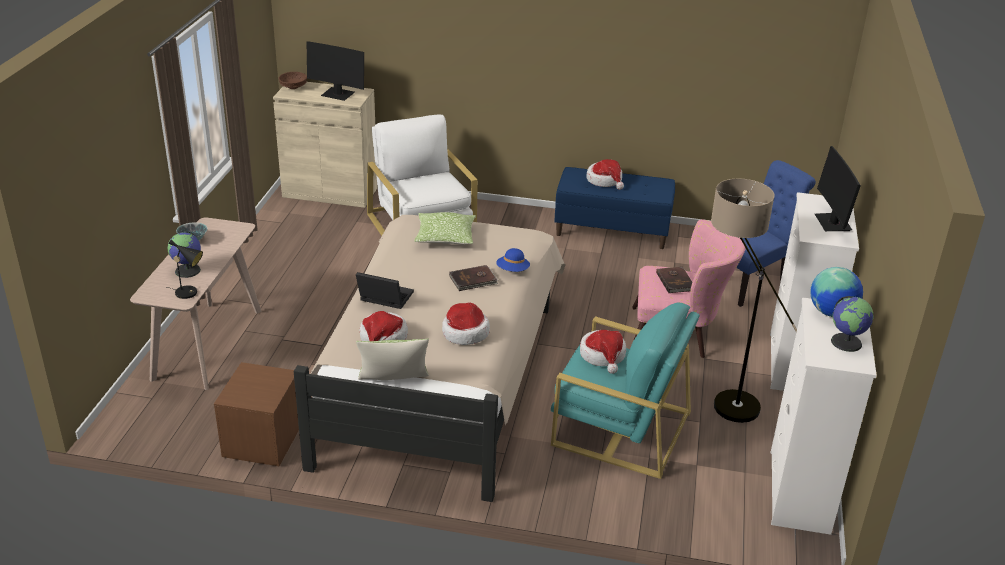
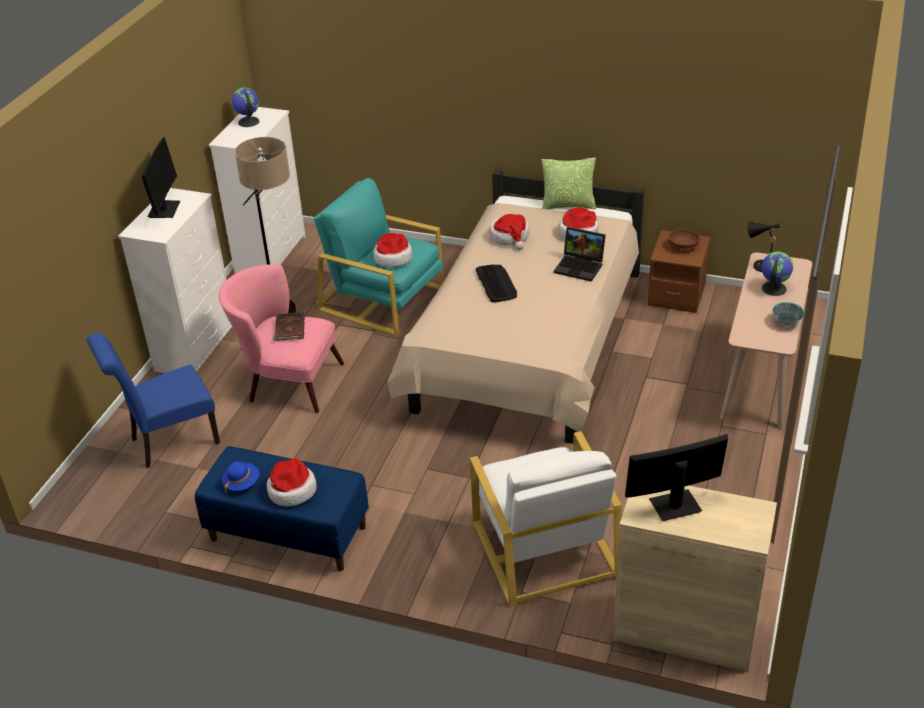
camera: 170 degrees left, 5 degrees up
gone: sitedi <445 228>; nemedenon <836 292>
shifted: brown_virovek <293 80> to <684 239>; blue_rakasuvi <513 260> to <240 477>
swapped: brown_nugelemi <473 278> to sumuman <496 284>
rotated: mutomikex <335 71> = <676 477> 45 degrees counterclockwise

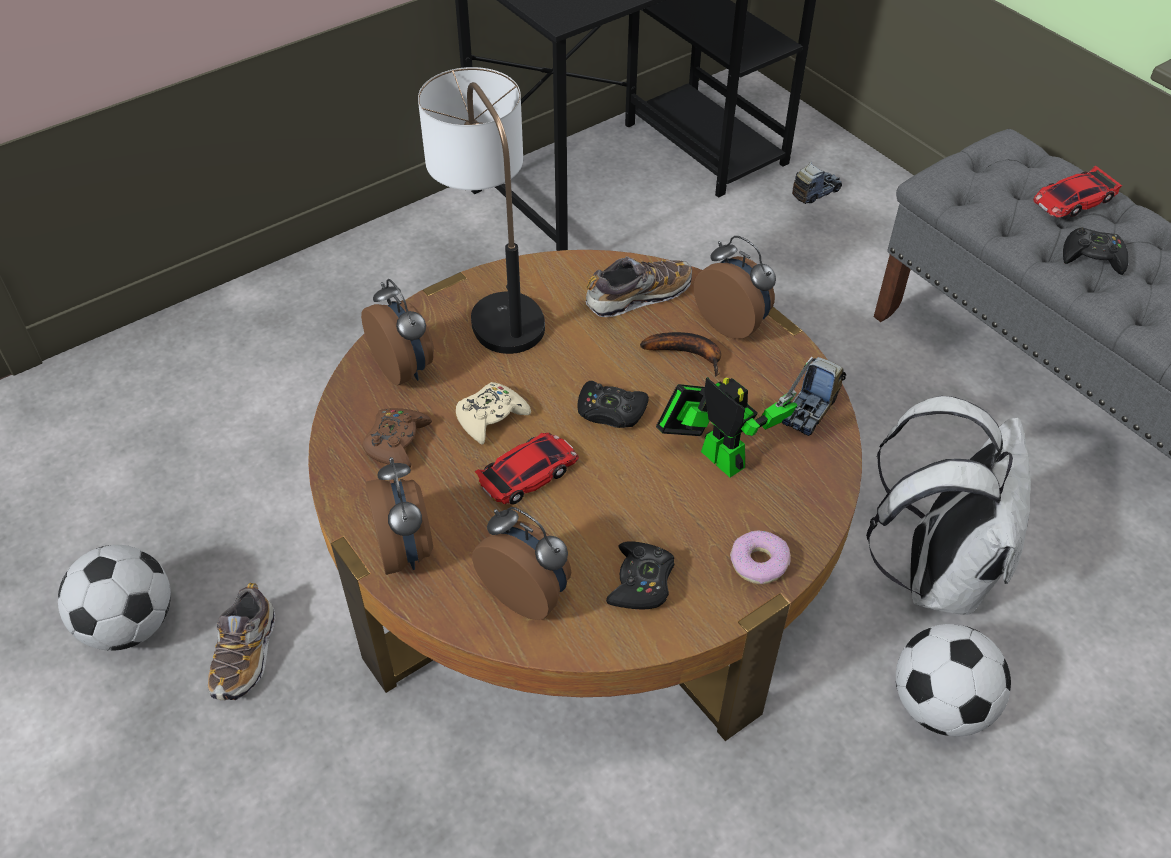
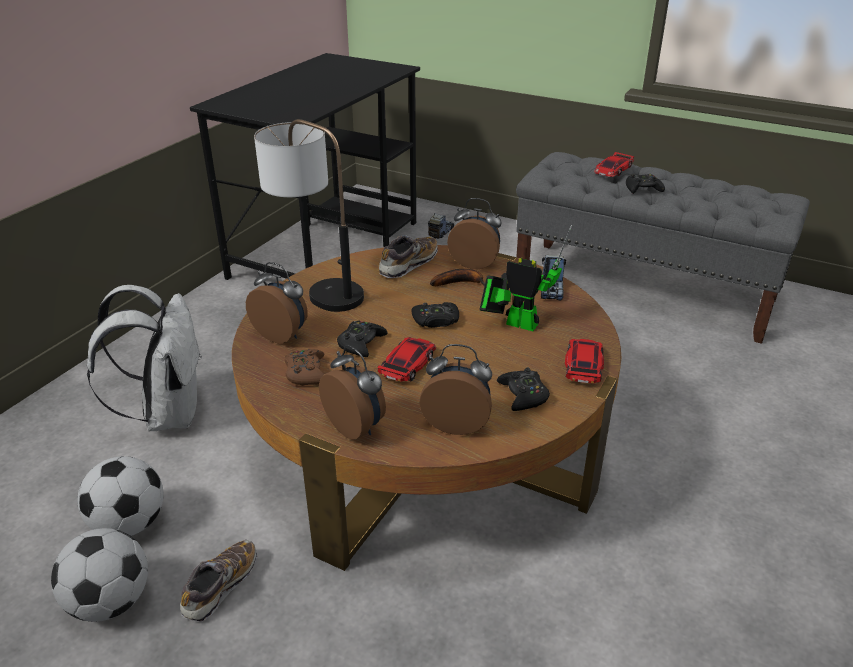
camera: 25 degrees left, 15 degrees down
shifted: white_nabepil <948 505> to <144 358>; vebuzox <953 680> to <120 496>
swapped: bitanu <760 557> to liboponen <584 361>
repainted: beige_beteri <493 413> to black_beteri <362 338>
rotated: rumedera <242 642> = <218 581> 135 degrees counterclockwise

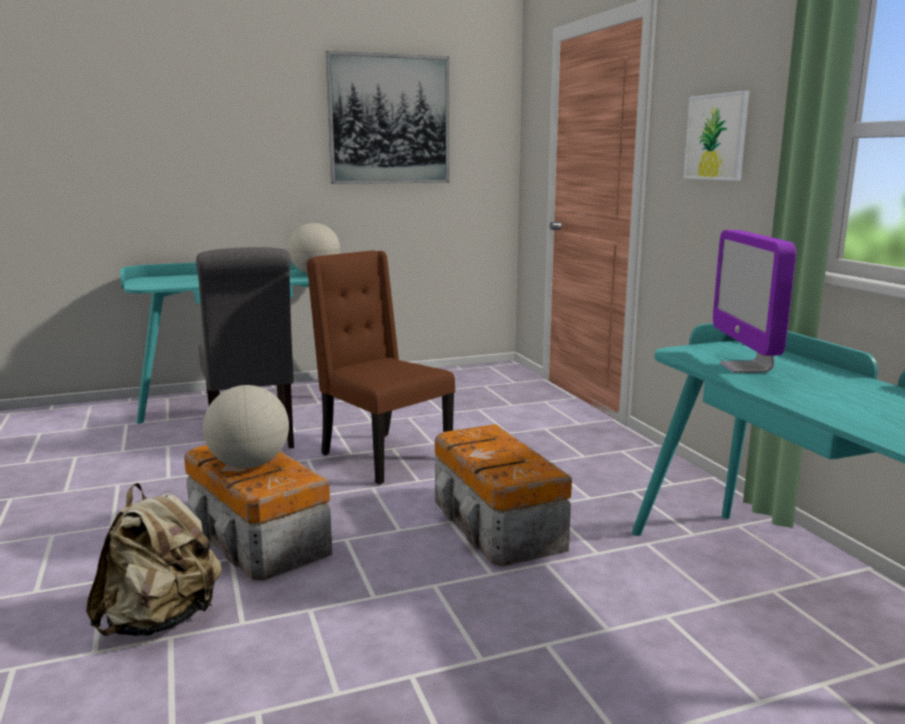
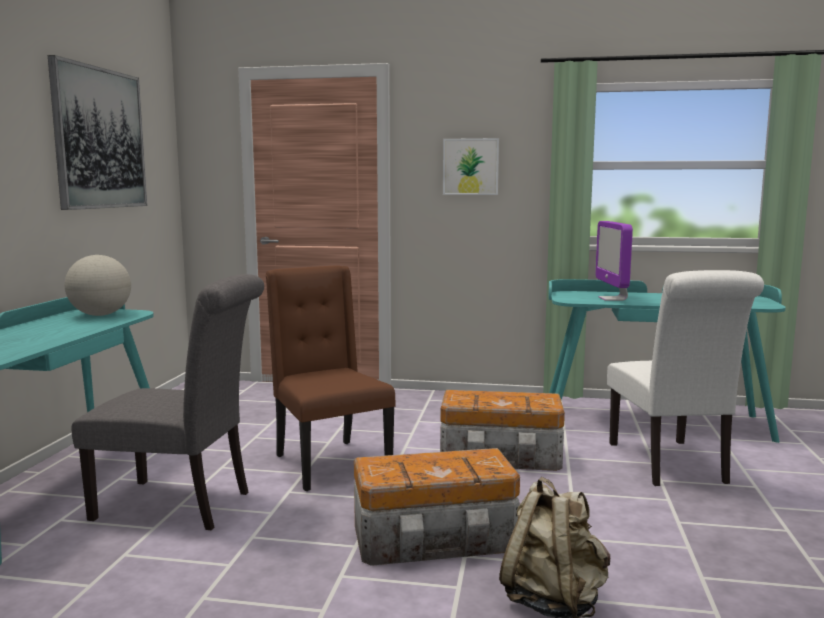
camera: 60 degrees left, 5 degrees down
gone: nemedenon <246 426>
new: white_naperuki <685 378>
rotated: brown_naperuki <381 367> = <331 378> 75 degrees clockwise; mutomikex <754 301> = <614 261> 60 degrees clockwise

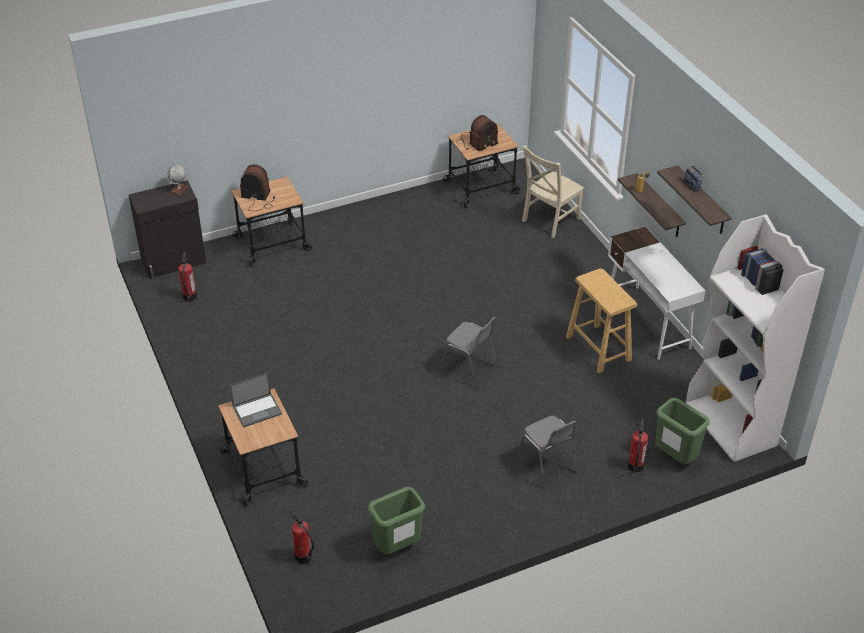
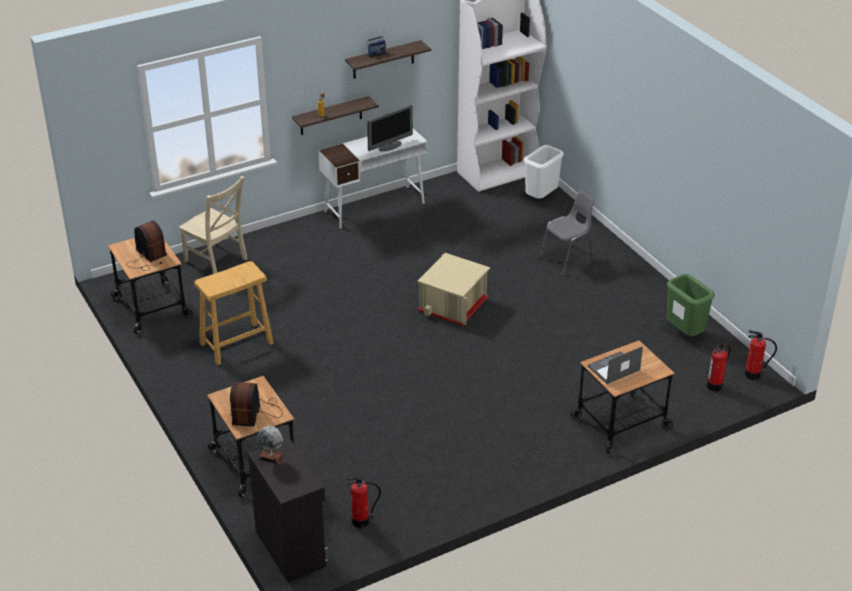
camera: 95 degrees left, 5 degrees down
new: mutomikex <390 128>
shifted: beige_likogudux <601 320> to <234 313>; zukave <638 446> to <761 355>
swapped: grey_naperuki <468 352> to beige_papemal <453 289>
repainted: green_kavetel <682 431> to white_kavetel <544 172>
rotated: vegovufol <255 400> = <615 365> 90 degrees counterclockwise

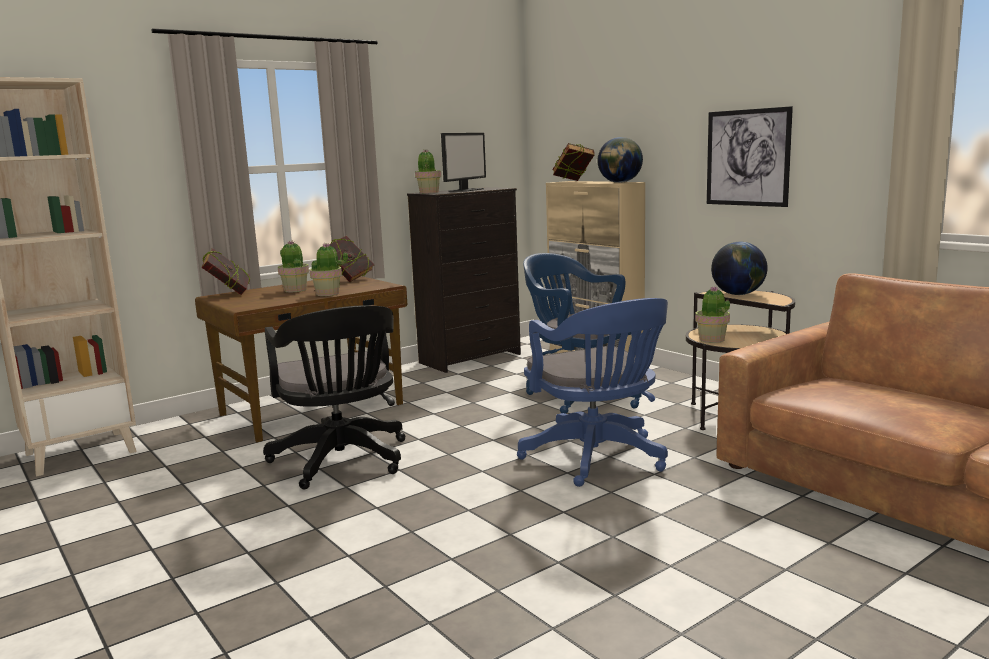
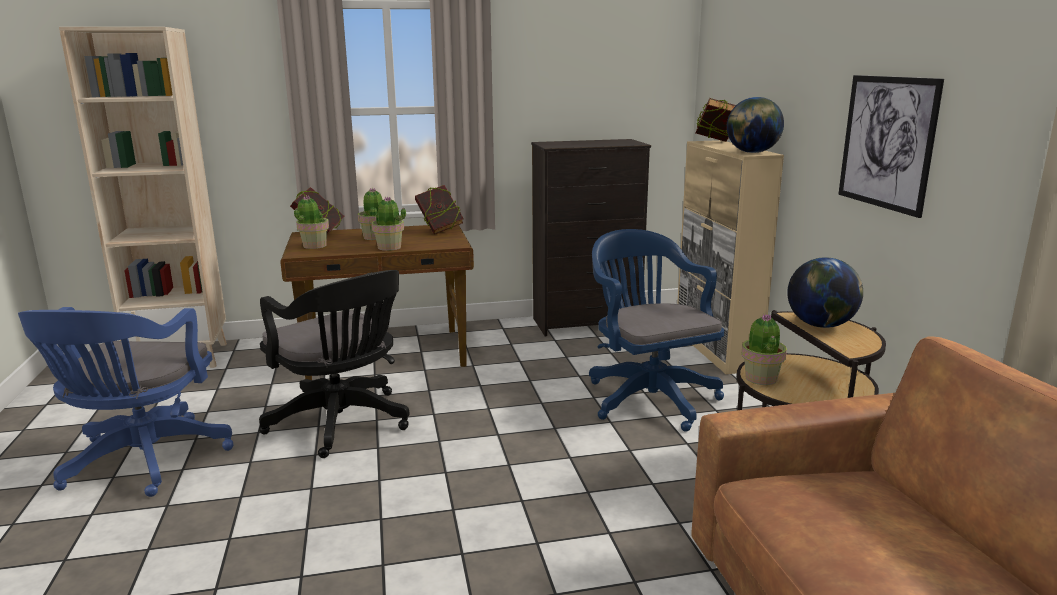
camera: 25 degrees right, 5 degrees up
gone: mutomikex <463 162>
shifted: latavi <428 171> to <311 222>; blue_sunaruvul <592 392> to <126 402>
rotated: black_sunaruvul <334 397> = <334 364> 45 degrees counterclockwise

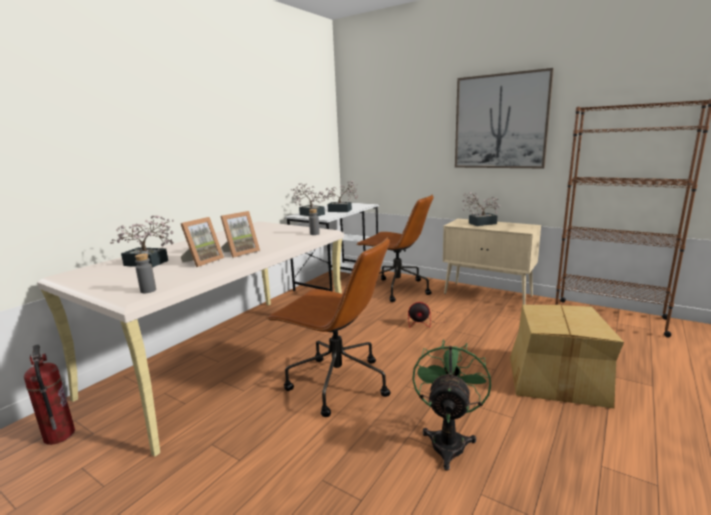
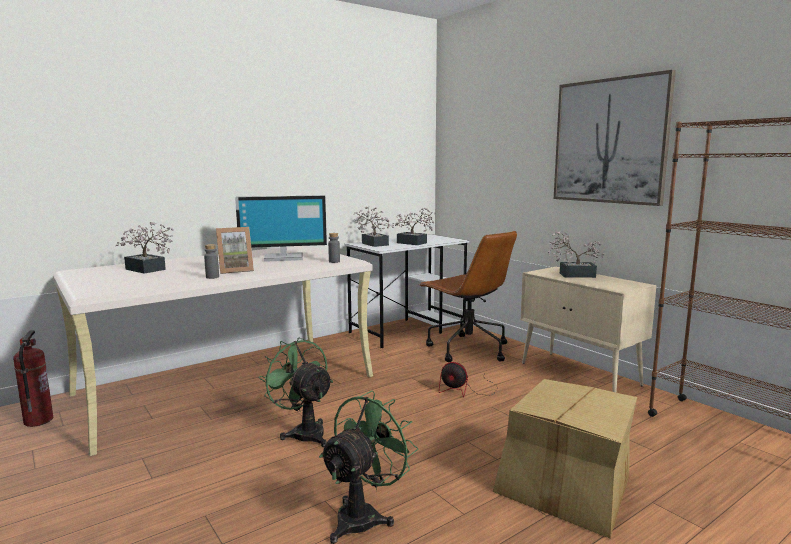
camera: 20 degrees right, 5 degrees down
gone: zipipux <202 242>
new: mutomikex <281 228>
shifted: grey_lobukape <145 273> to <211 261>
swapped: brown_sunaruvul <328 327> to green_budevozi <296 392>

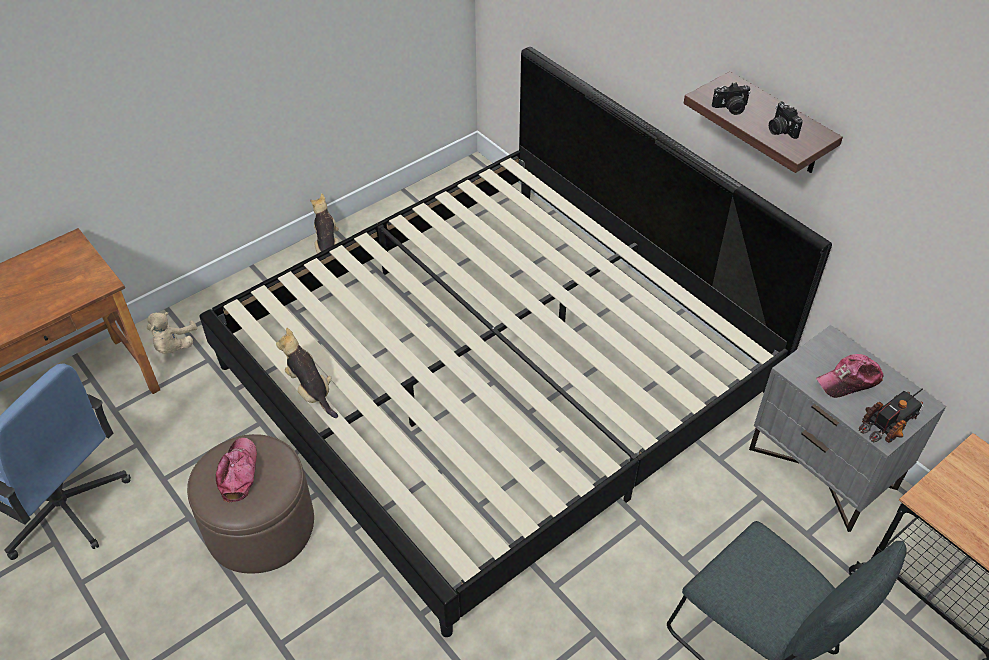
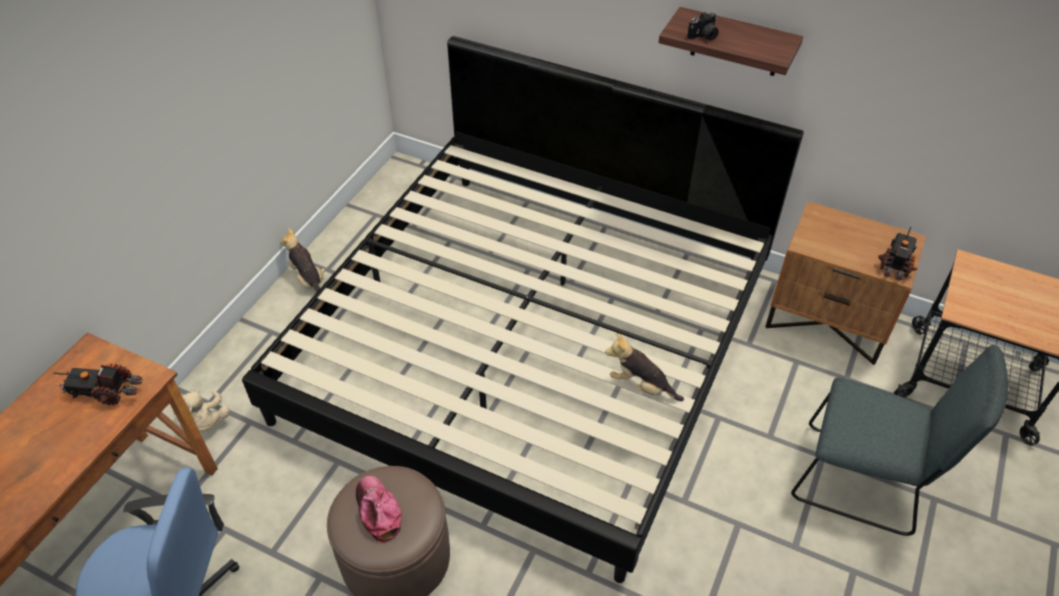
camera: 25 degrees left, 0 degrees up
gone: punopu <786 120>; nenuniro <849 376>
new: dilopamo <98 384>
shifted: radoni <307 373> to <644 367>
repainted: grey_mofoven <847 428> to brown_mofoven <845 283>

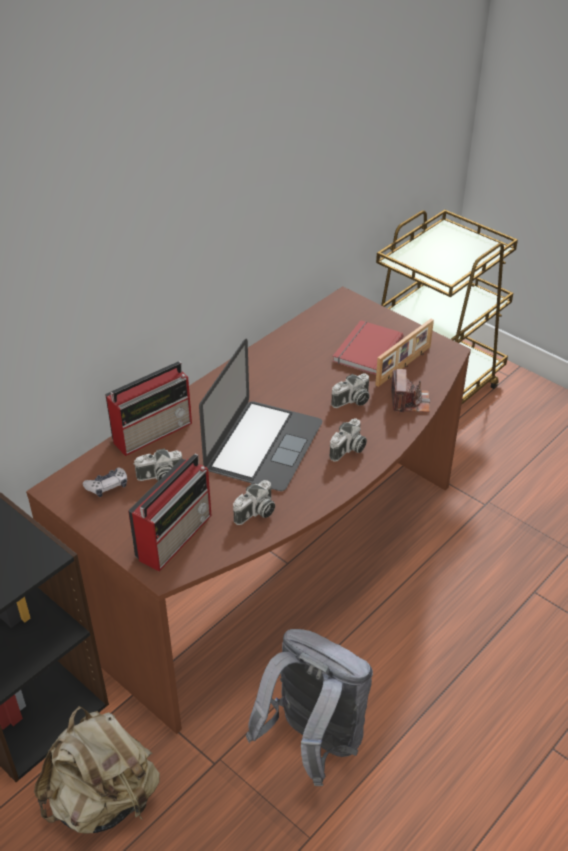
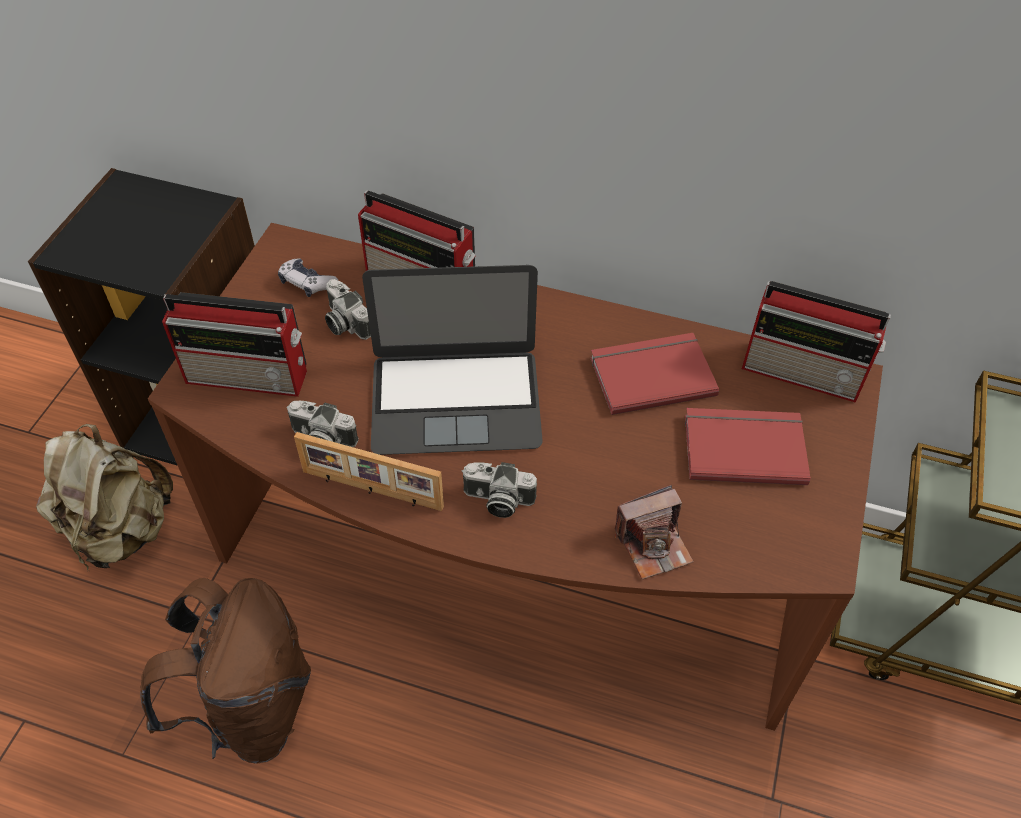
camera: 65 degrees right, 10 degrees up
gone: punopu <350 390>
new: red_nugelemi <654 374>; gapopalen <816 342>
shifted: zipipux <404 353> to <369 471>
repainted: grey_nabepil <309 707> to brown_nabepil <225 671>

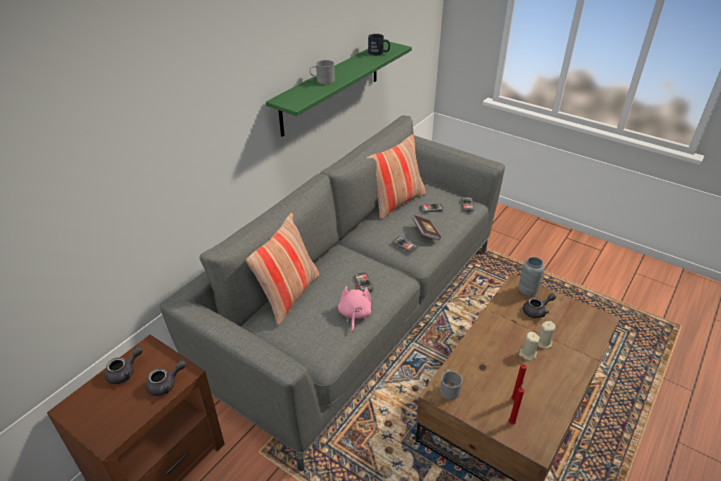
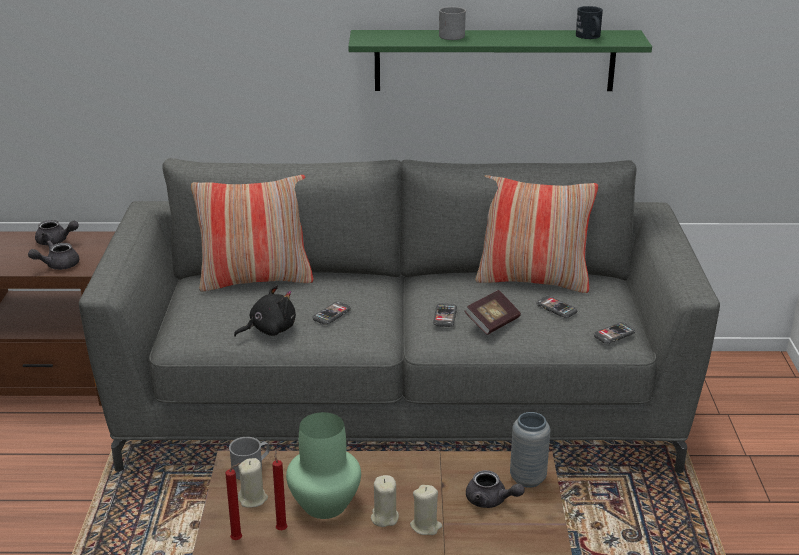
camera: 55 degrees right, 10 degrees down
new: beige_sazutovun <253 483>; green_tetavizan <323 465>
repainted: pink_radoni <354 308> to black_radoni <265 311>
rotated: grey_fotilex <166 378> = <53 255> 120 degrees clockwise

